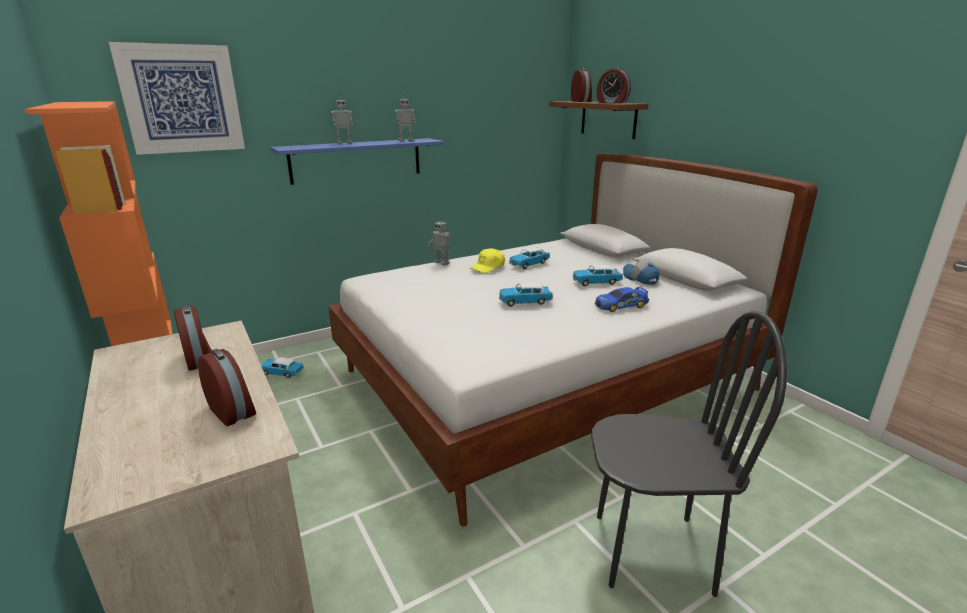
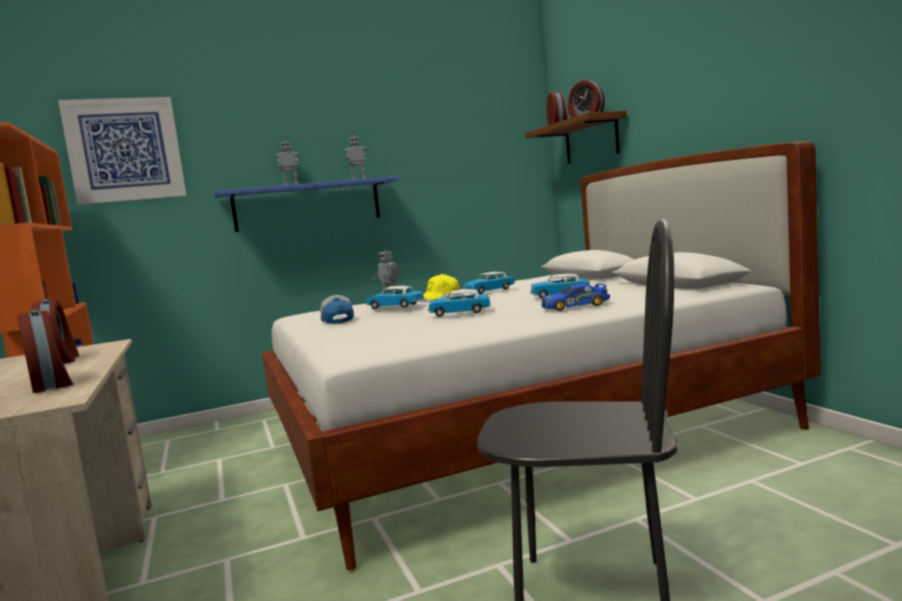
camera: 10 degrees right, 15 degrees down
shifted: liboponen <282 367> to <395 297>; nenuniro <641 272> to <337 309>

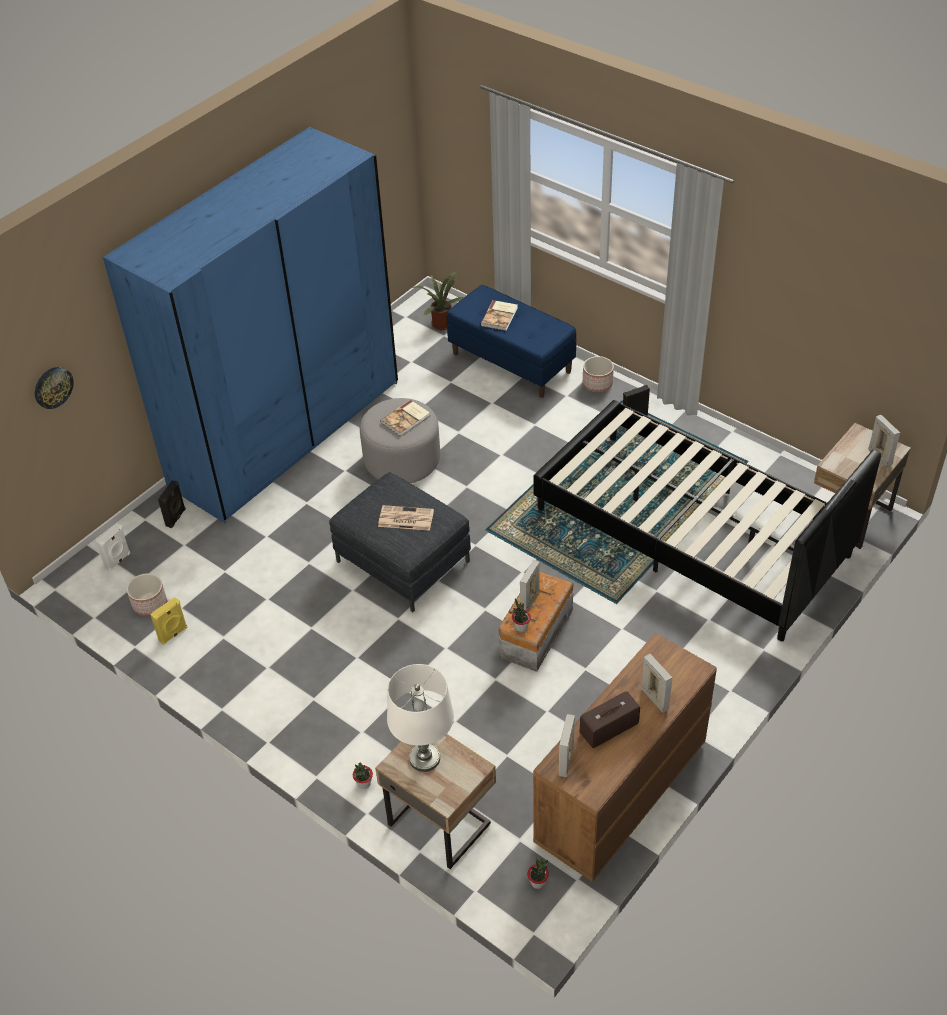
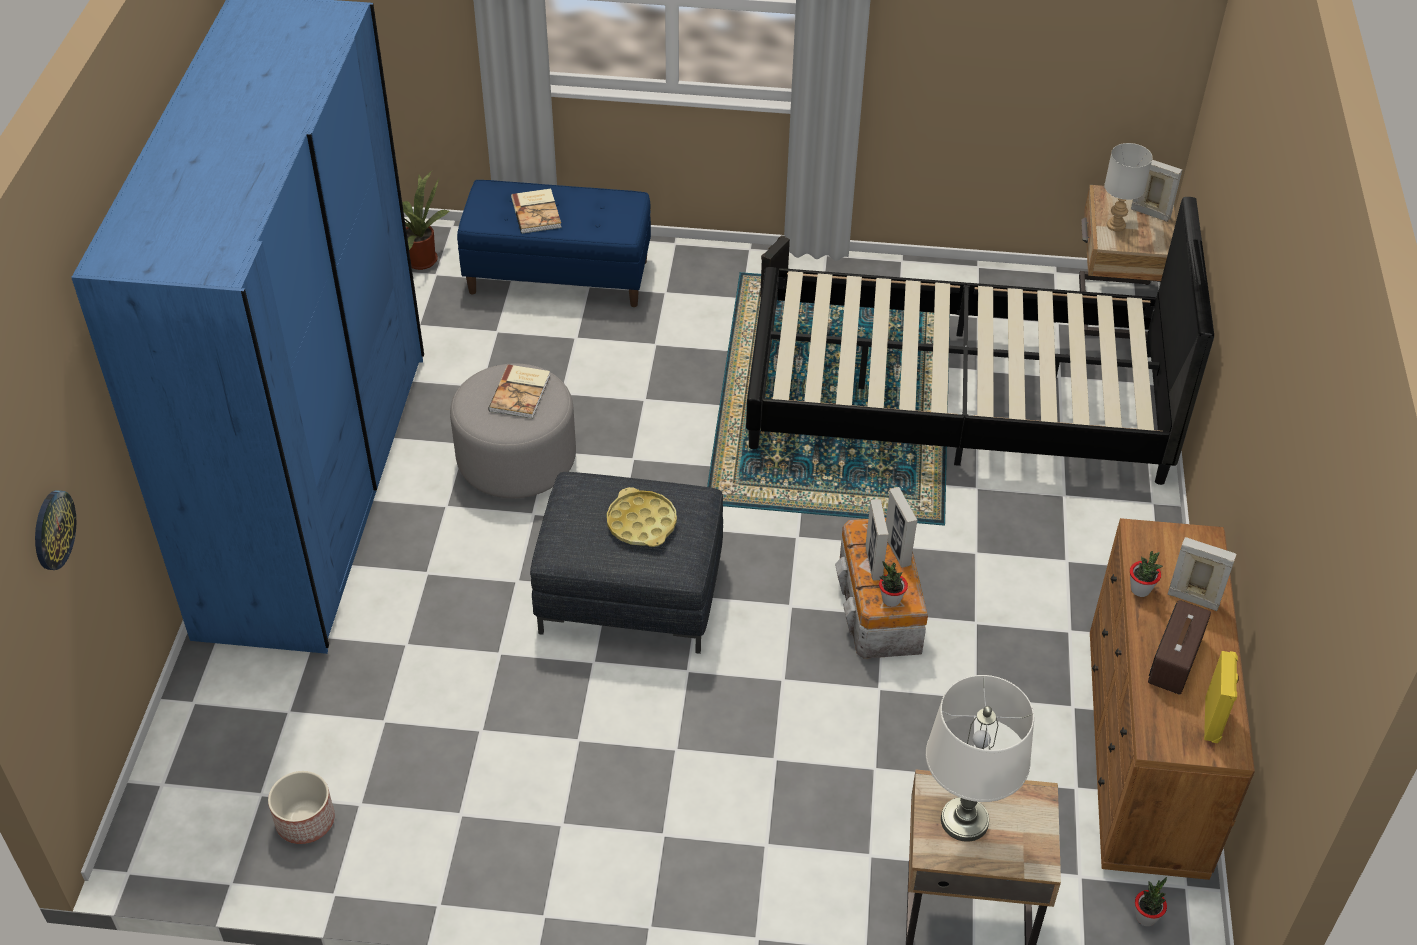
camera: 35 degrees left, 0 degrees up
gone: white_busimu <113 547>; black_busimu <172 504>; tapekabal <598 374>
new: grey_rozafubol <1128 187>
shifted: yellow_busimu <168 621> to <1221 697>; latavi <363 776> to <1146 574>; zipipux <567 745> to <902 527>
swapped: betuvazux <406 518> to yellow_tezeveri <642 517>

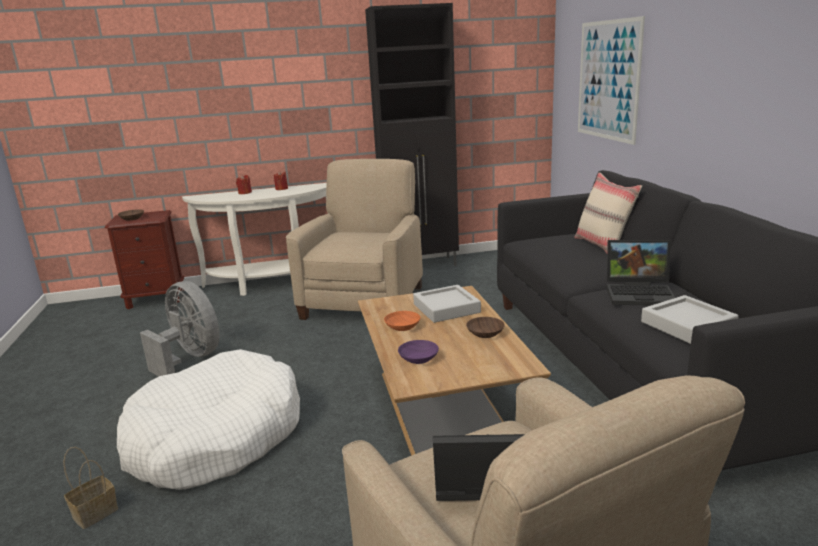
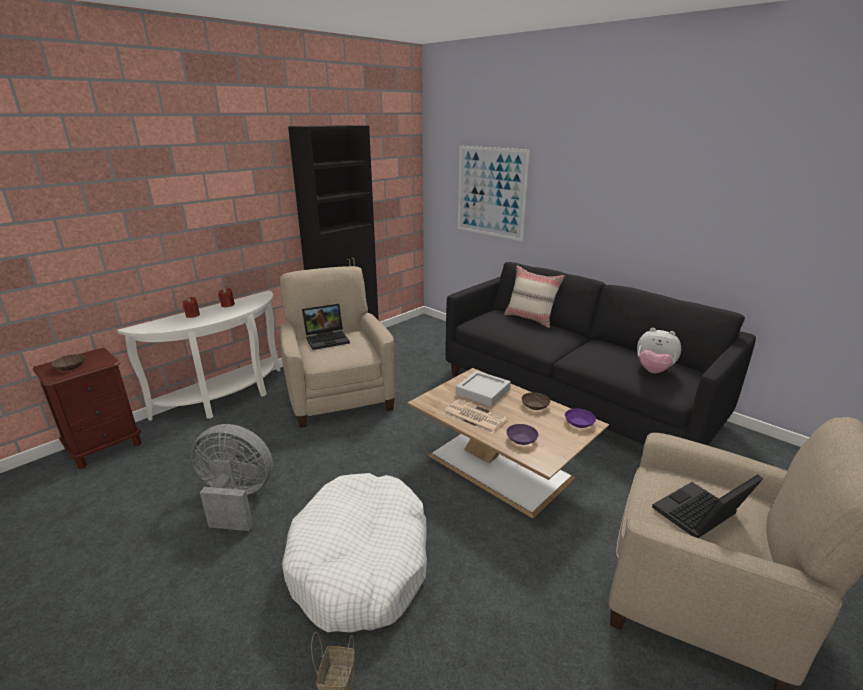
camera: 35 degrees left, 5 degrees up
new: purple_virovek <580 418>
shifted: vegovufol <641 272> to <326 327>
swapped: orange_virovek <402 321> to betuvazux <475 416>; grey_tezeveri <690 319> to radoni <659 350>

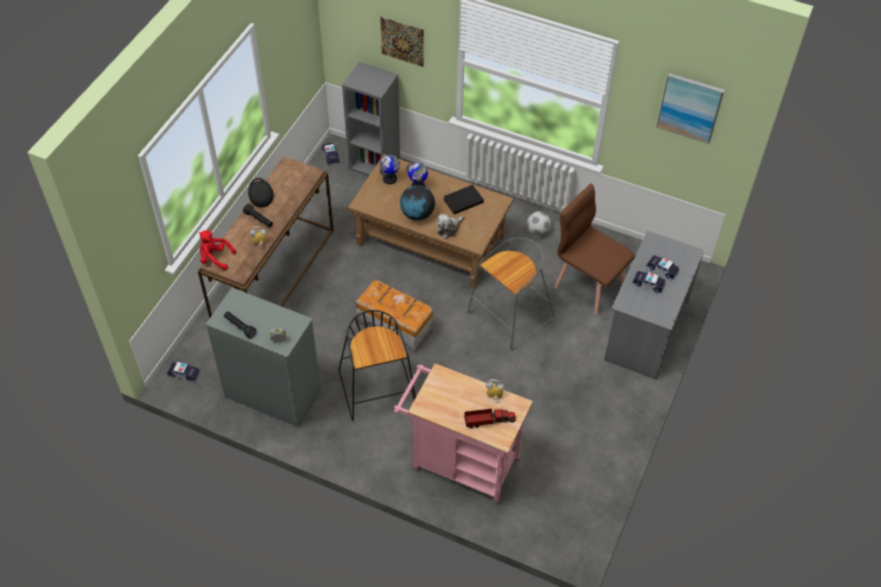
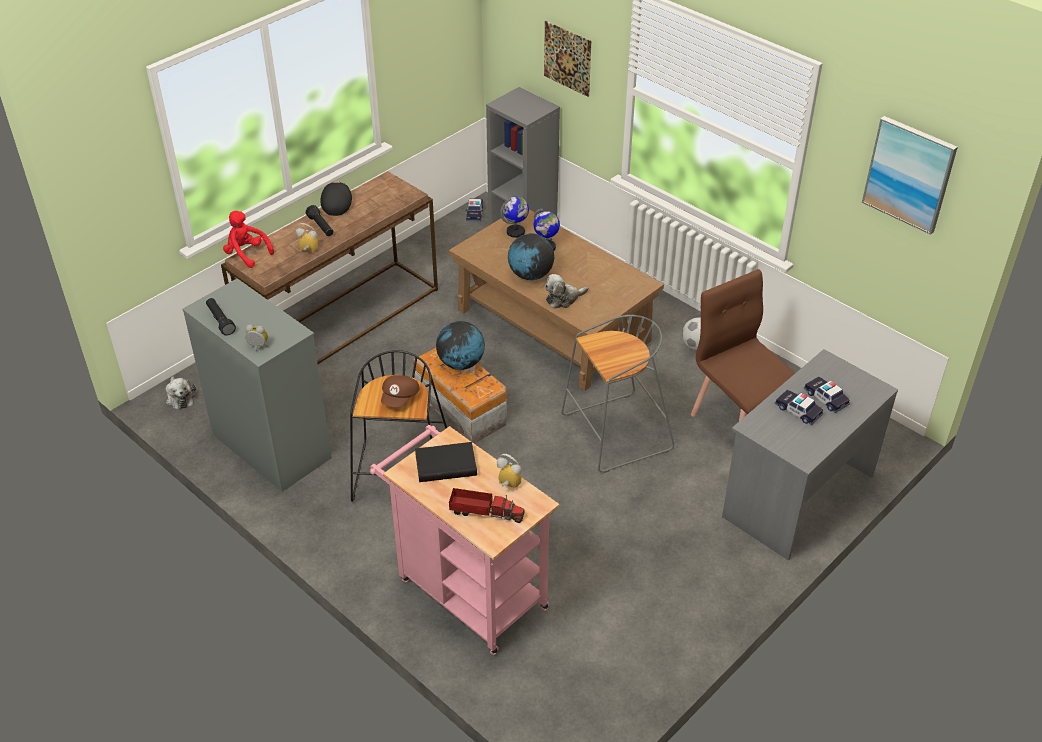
camera: 20 degrees right, 10 degrees down
new: brown_nenuniro <400 391>; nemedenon <460 345>
shifted: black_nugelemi <463 199> to <446 462>
swapped: liboponen <183 371> to radoni <181 393>

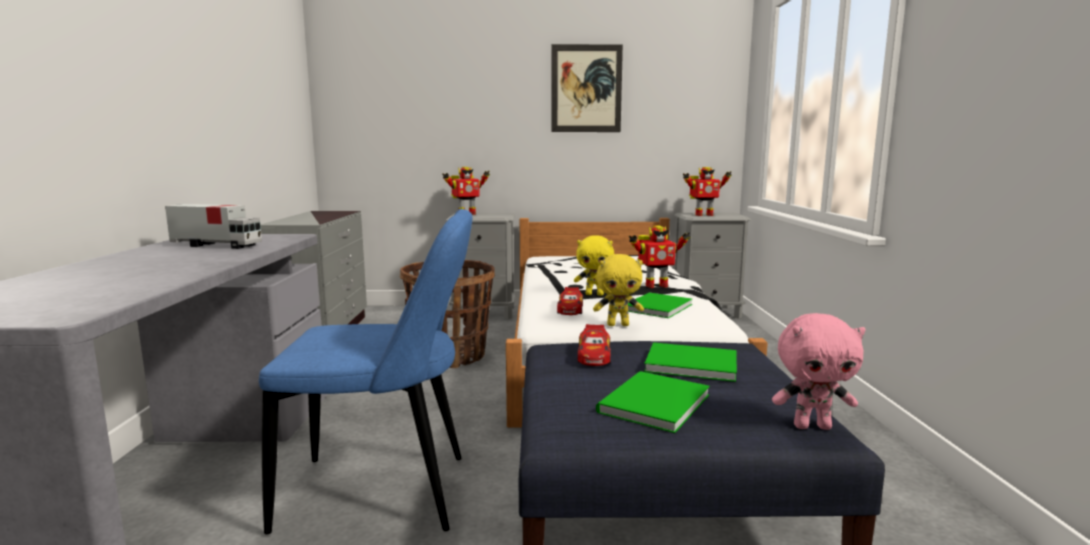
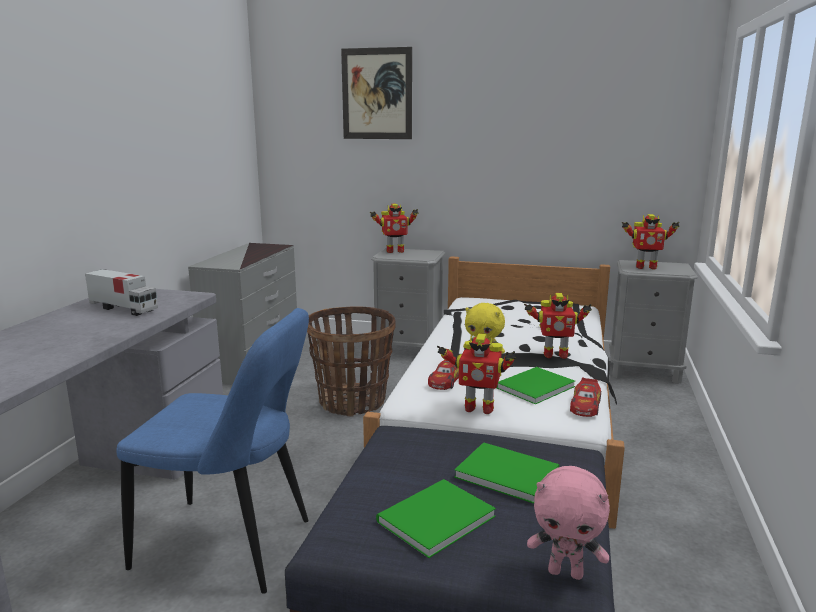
camera: 15 degrees right, 5 degrees up
shifted: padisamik <587 88> to <376 93>; liboponen <594 345> to <585 397>
swapped: yellow_radoni <618 290> to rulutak <476 374>

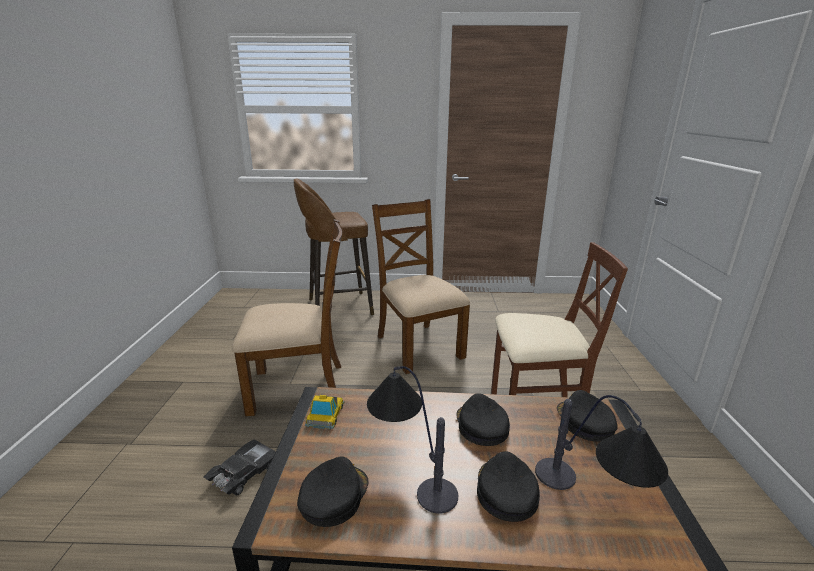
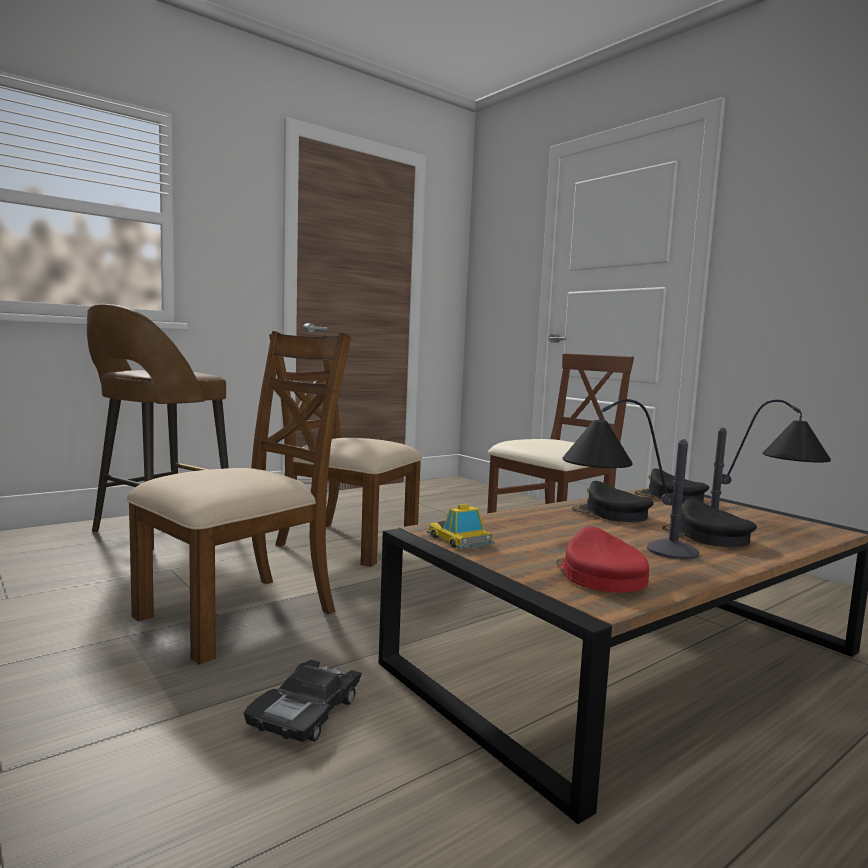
camera: 40 degrees left, 15 degrees down
repainted: black_nenuniro <332 491> to red_nenuniro <602 559>
rotated: black_liboponen <239 467> = <303 700> 150 degrees counterclockwise

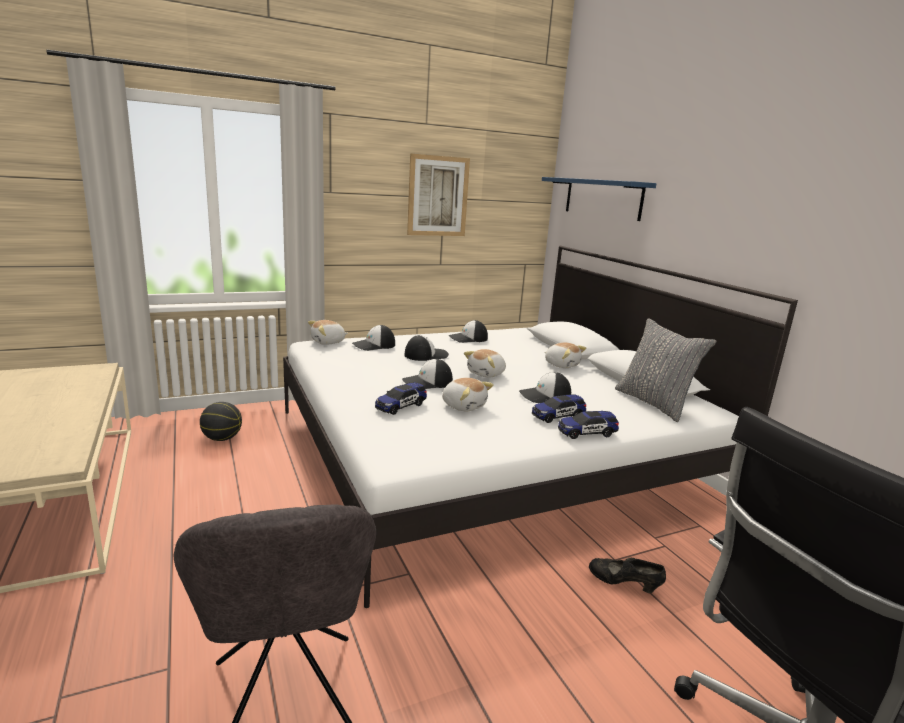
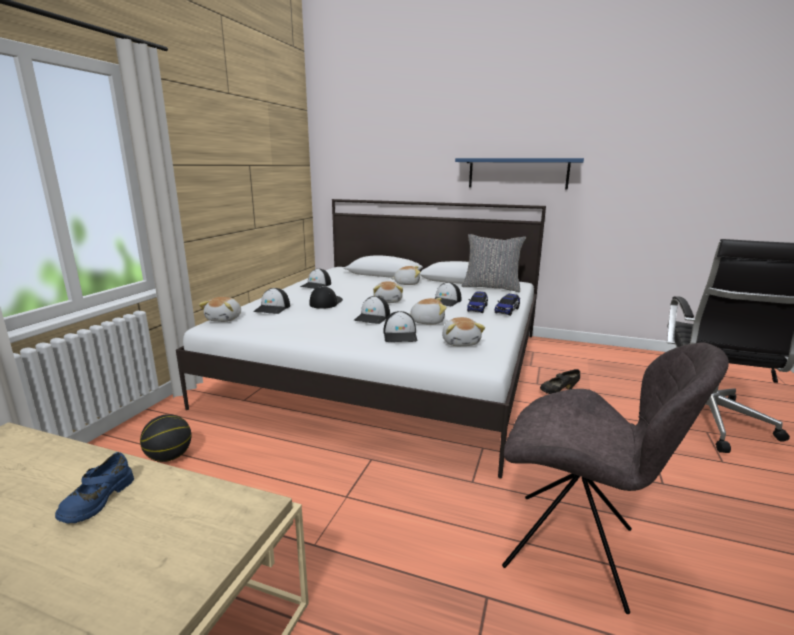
camera: 45 degrees left, 0 degrees up
gone: padisamik <438 195>
new: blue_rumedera <94 488>; radoni <463 331>
shifted: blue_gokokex <599 199> to <519 174>
swapped: liboponen <401 398> to nenuniro <400 326>

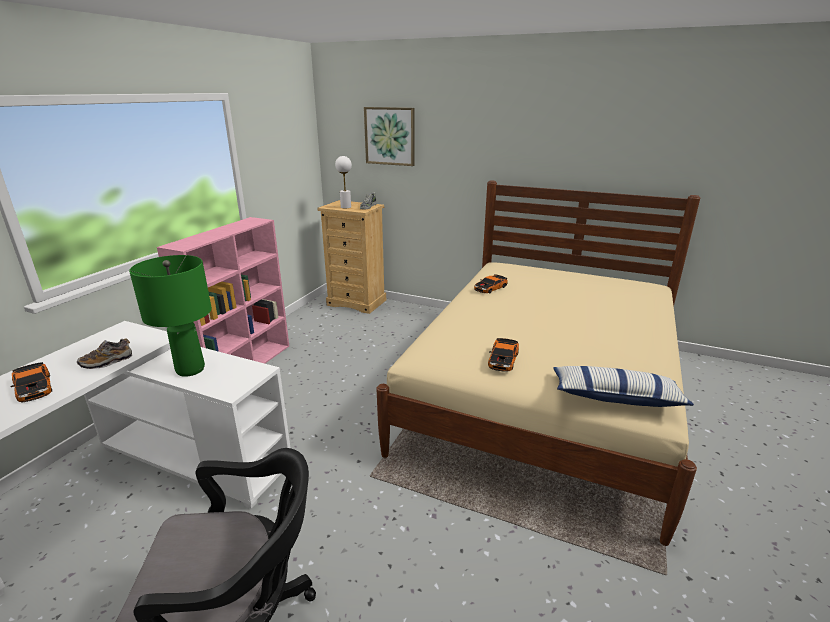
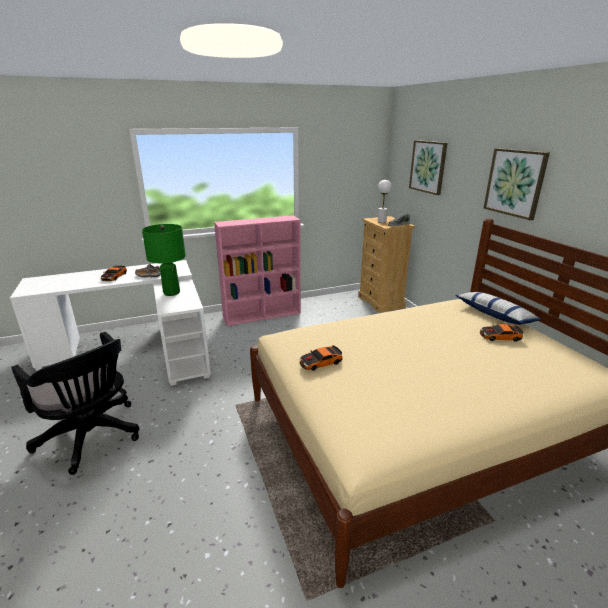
camera: 45 degrees right, 0 degrees up
new: padisamik <517 184>
shifted: liboponen <491 284> to <501 333>; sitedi <623 386> to <498 308>

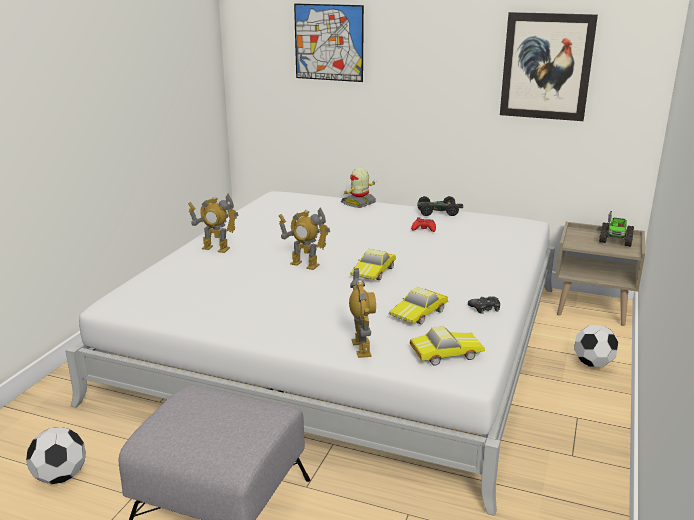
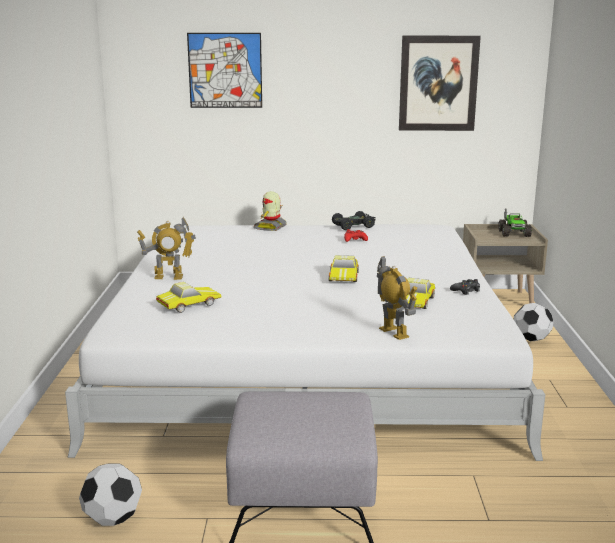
camera: 20 degrees left, 5 degrees down
gone: rulutak <304 239>
shifted: liboponen <447 345> to <188 297>

